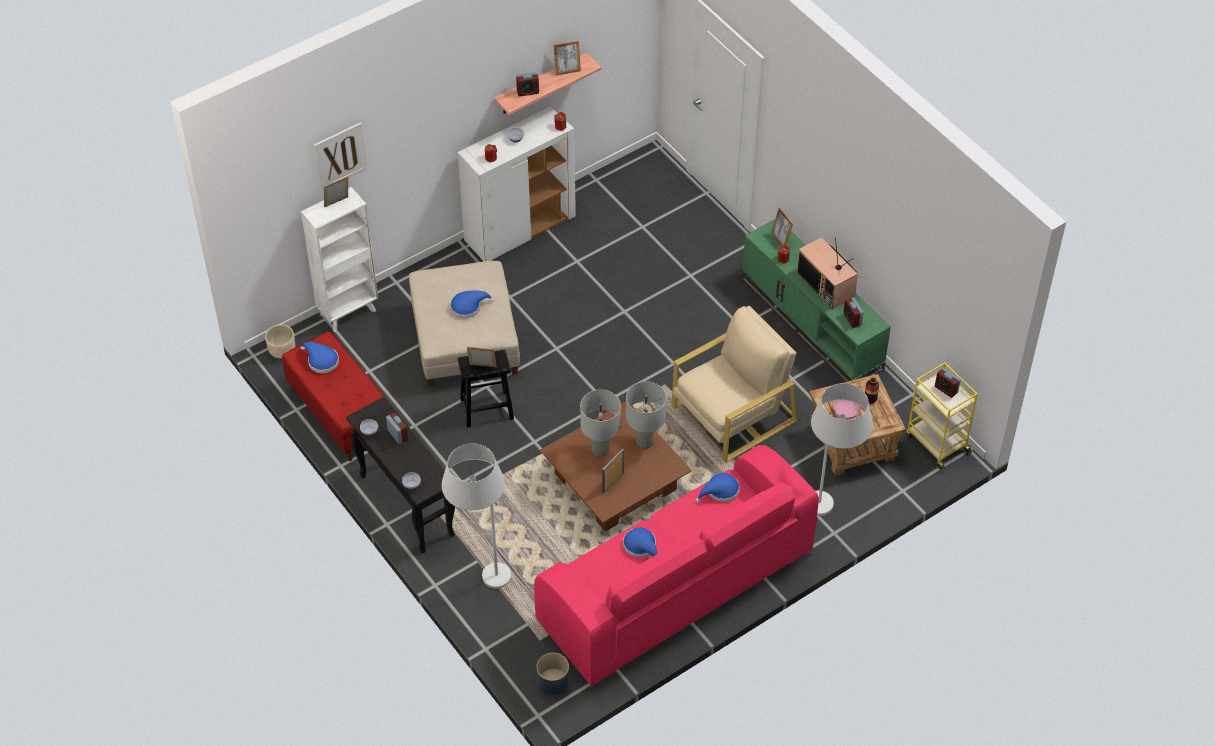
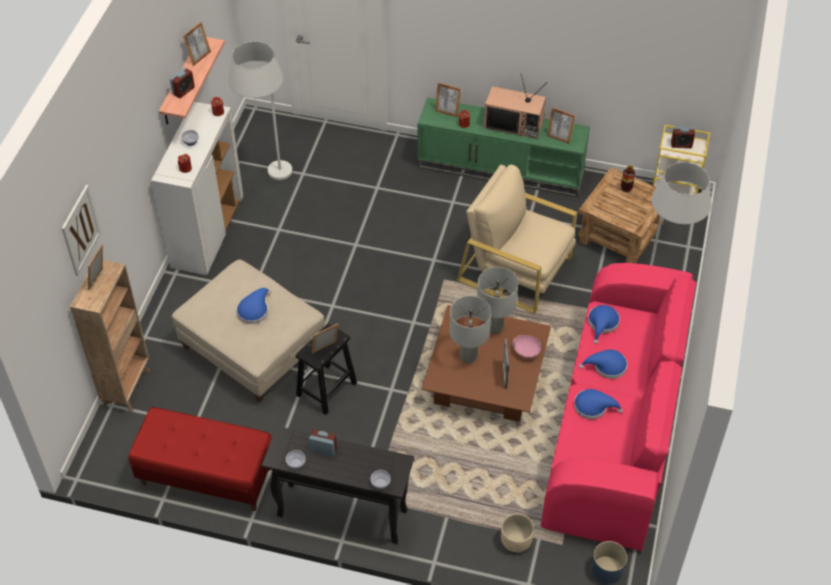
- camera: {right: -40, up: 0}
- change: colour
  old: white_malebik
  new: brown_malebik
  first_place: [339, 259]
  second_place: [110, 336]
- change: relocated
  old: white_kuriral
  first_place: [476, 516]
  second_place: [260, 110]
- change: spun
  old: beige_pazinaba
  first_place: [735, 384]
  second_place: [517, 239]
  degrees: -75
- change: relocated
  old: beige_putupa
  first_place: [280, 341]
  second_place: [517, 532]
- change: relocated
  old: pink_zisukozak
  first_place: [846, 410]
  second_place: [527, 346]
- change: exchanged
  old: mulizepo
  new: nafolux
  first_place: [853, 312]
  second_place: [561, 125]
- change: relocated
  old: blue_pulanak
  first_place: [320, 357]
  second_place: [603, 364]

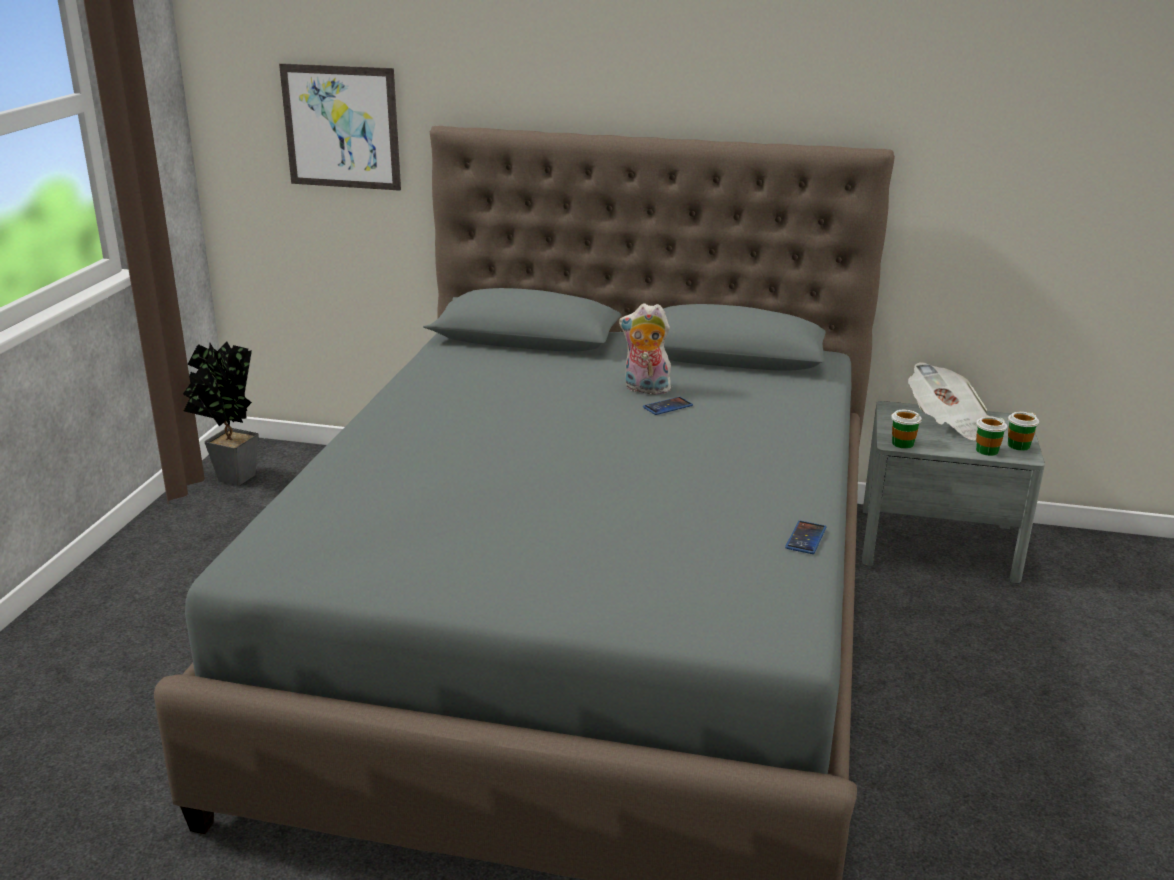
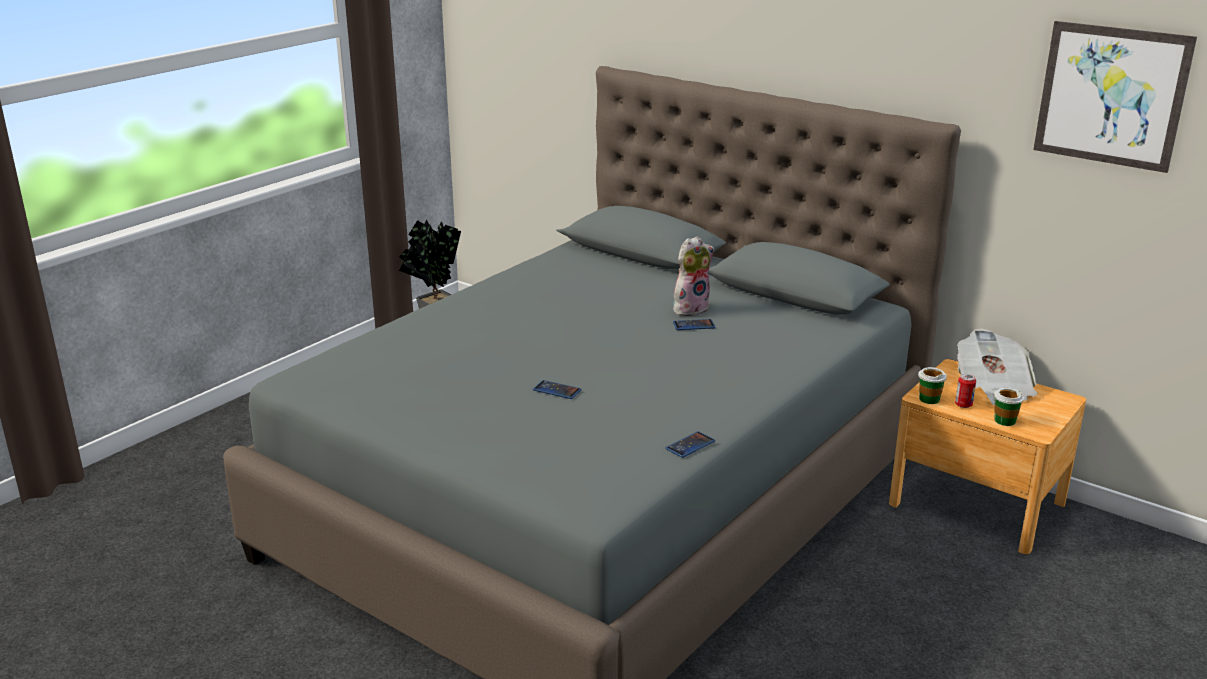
- camera: {right: 25, up: 0}
- change: appeared
  new: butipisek
  second_place: [557, 389]
- change: spun
  old: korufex
  first_place: [646, 349]
  second_place: [693, 276]
  degrees: 105
- change: colour
  old: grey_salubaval
  new: brown_salubaval
  first_place: [953, 492]
  second_place: [987, 456]
- change: appeared
  new: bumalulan
  second_place: [965, 391]
- change: relocated
  old: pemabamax
  first_place: [340, 127]
  second_place: [1115, 97]
- change: missing
  old: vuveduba
  first_place: [1023, 431]

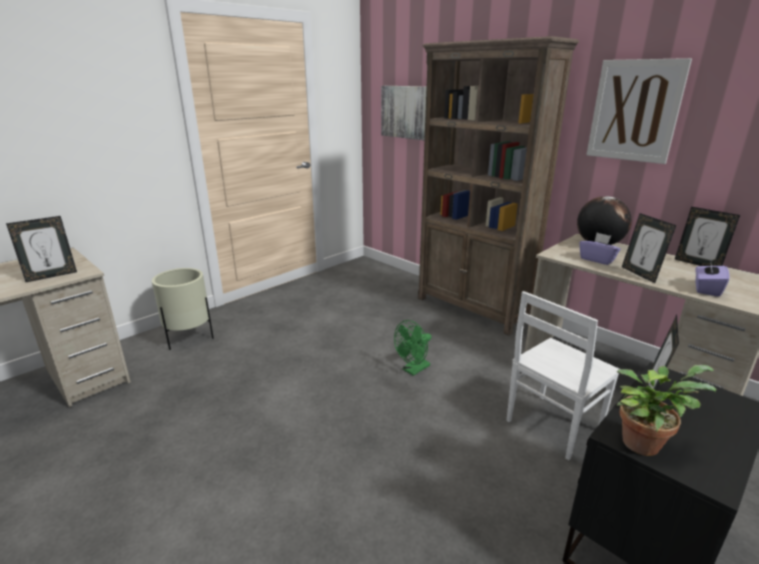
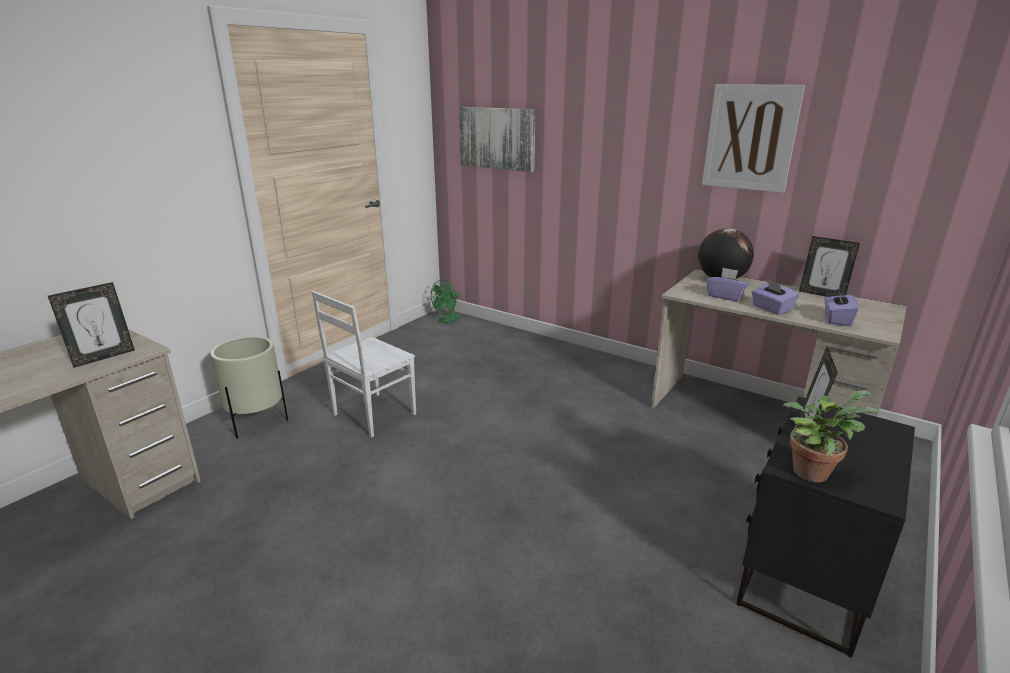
- camera: {right: -10, up: 0}
- change: relocated
  old: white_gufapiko
  first_place: [563, 375]
  second_place: [364, 364]
- change: relocated
  old: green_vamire
  first_place: [413, 348]
  second_place: [445, 302]
- change: exchanged
  old: nafolux
  new: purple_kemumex
  first_place: [649, 248]
  second_place: [775, 297]
- change: missing
  old: brown_malebik
  first_place: [498, 186]

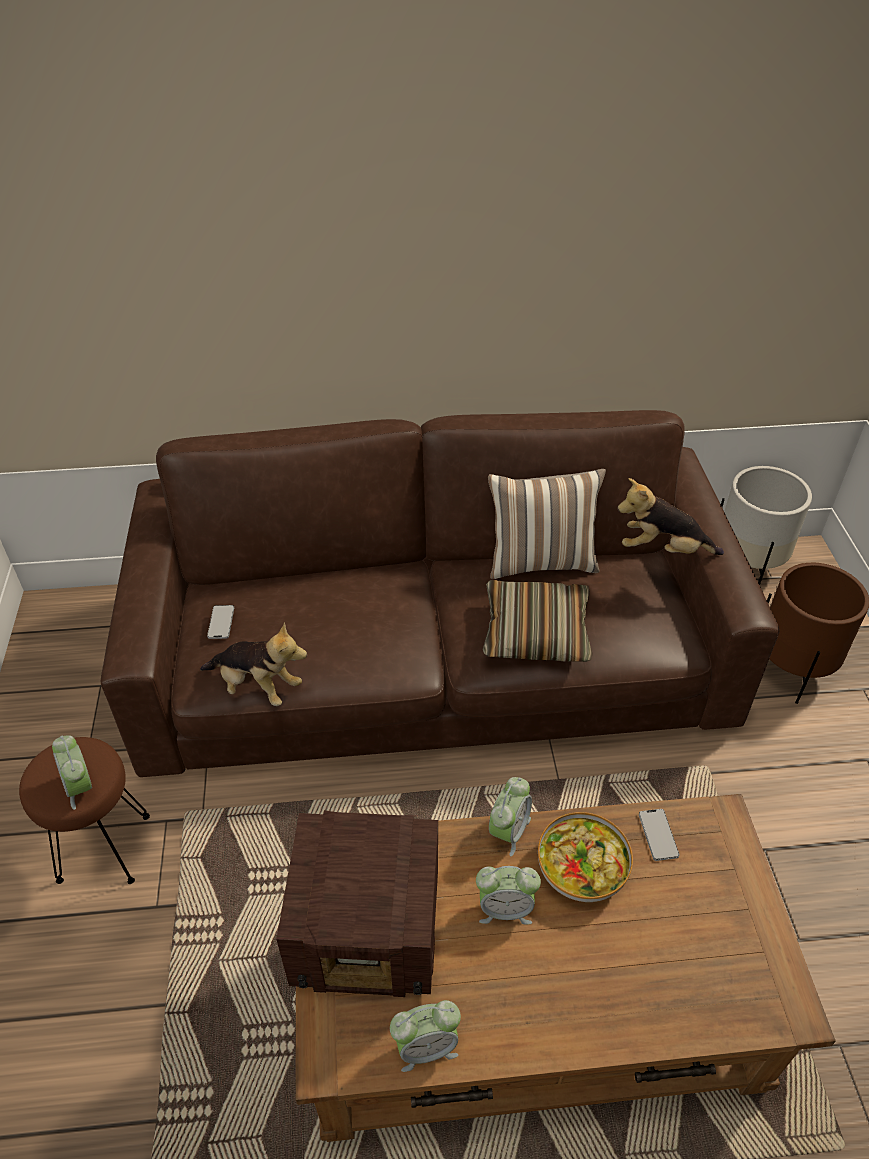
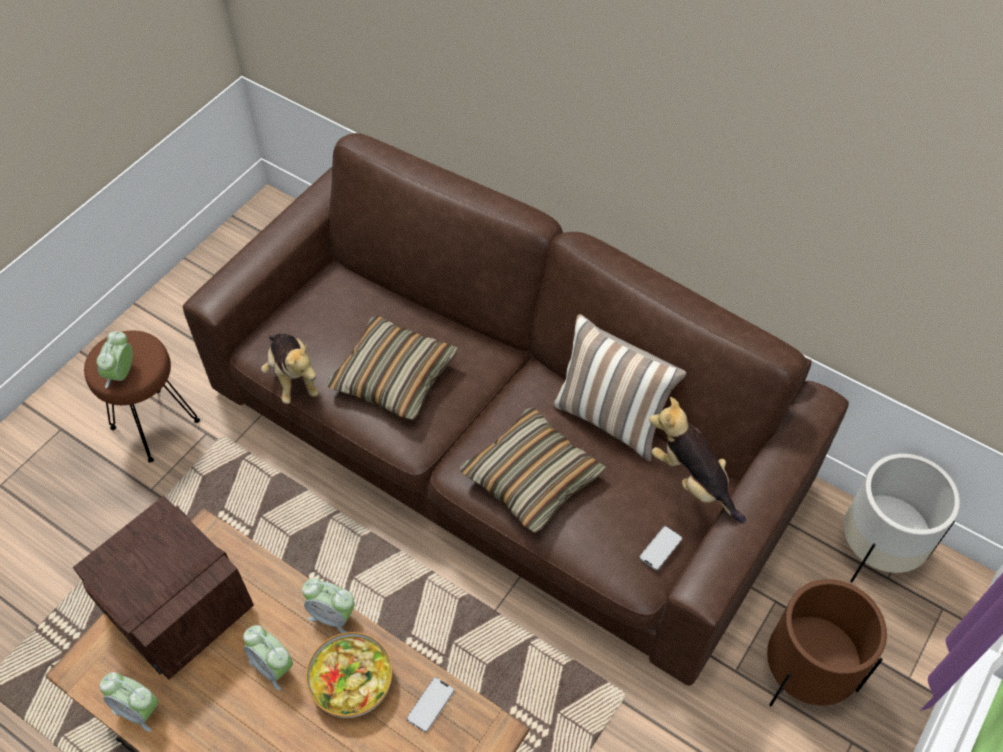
- camera: {right: 40, up: 10}
- change: spun
  old: mulizepo
  first_place: [510, 816]
  second_place: [328, 605]
  degrees: 45
- change: appeared
  new: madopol
  second_place: [392, 367]
- change: relocated
  old: butipisek
  first_place: [220, 622]
  second_place: [660, 548]

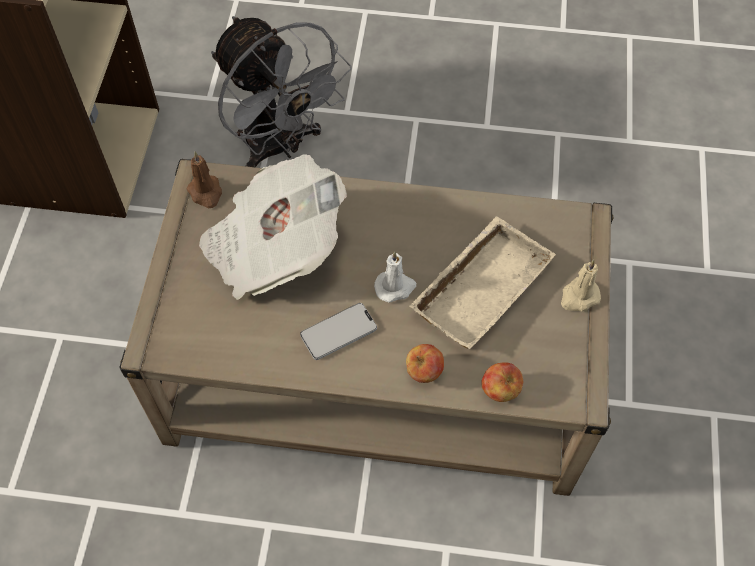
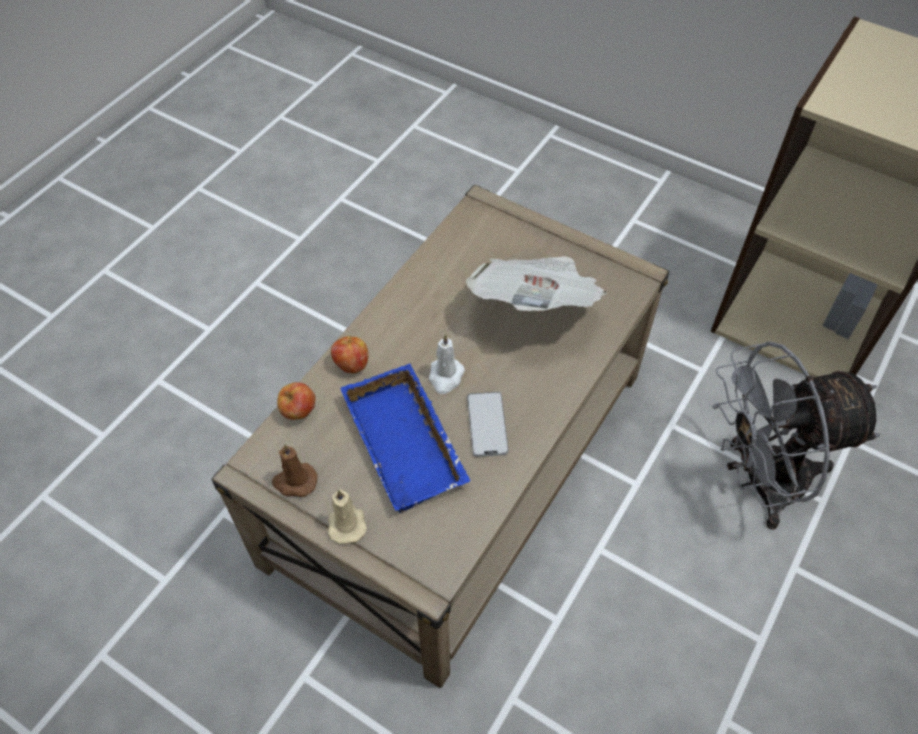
- camera: {right: 115, up: -5}
- change: relocated
  old: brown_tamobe
  first_place: [204, 180]
  second_place: [294, 470]
- change: colour
  old: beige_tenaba
  new: blue_tenaba
  first_place: [482, 282]
  second_place: [405, 438]
- change: relocated
  old: butipisek
  first_place: [338, 331]
  second_place: [488, 424]

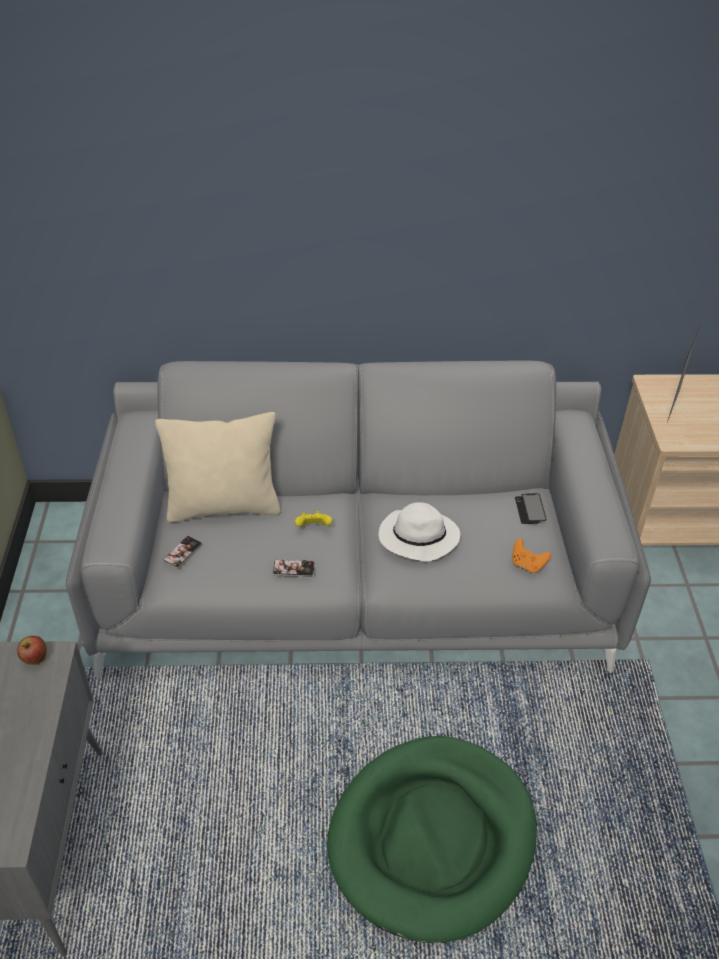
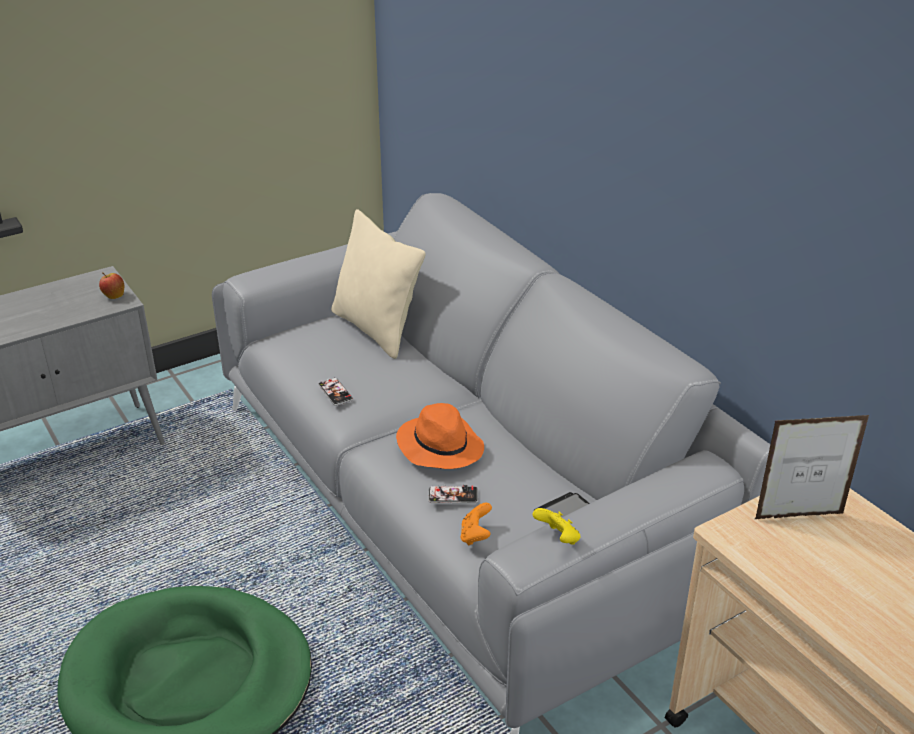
- camera: {right: 60, up: -10}
- change: colour
  old: white_pulanak
  new: orange_pulanak
  first_place: [419, 531]
  second_place: [440, 436]
- change: relocated
  old: butipisek
  first_place: [182, 552]
  second_place: [453, 494]
- change: relocated
  old: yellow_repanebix
  first_place: [313, 519]
  second_place: [556, 526]

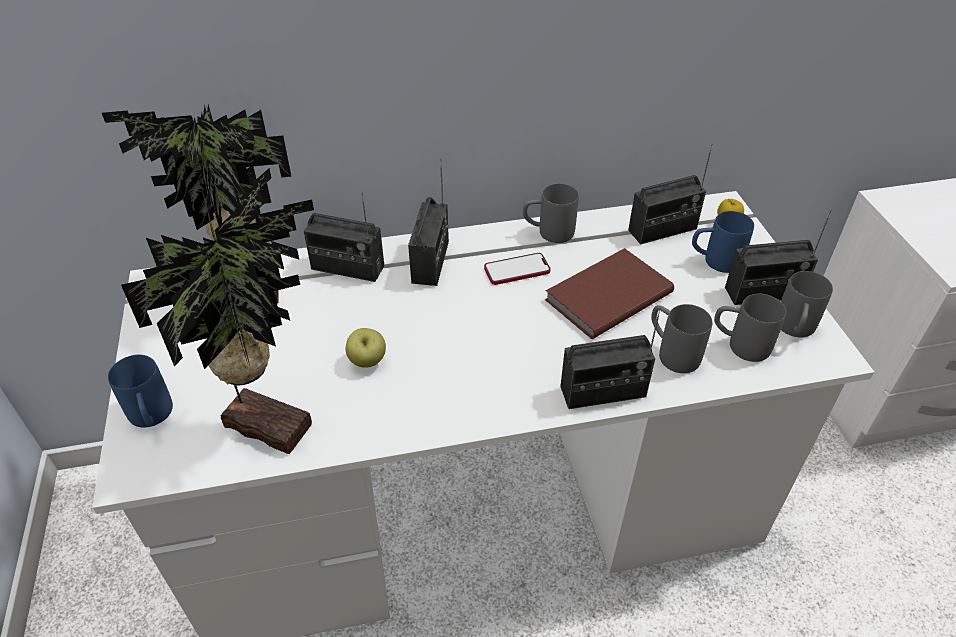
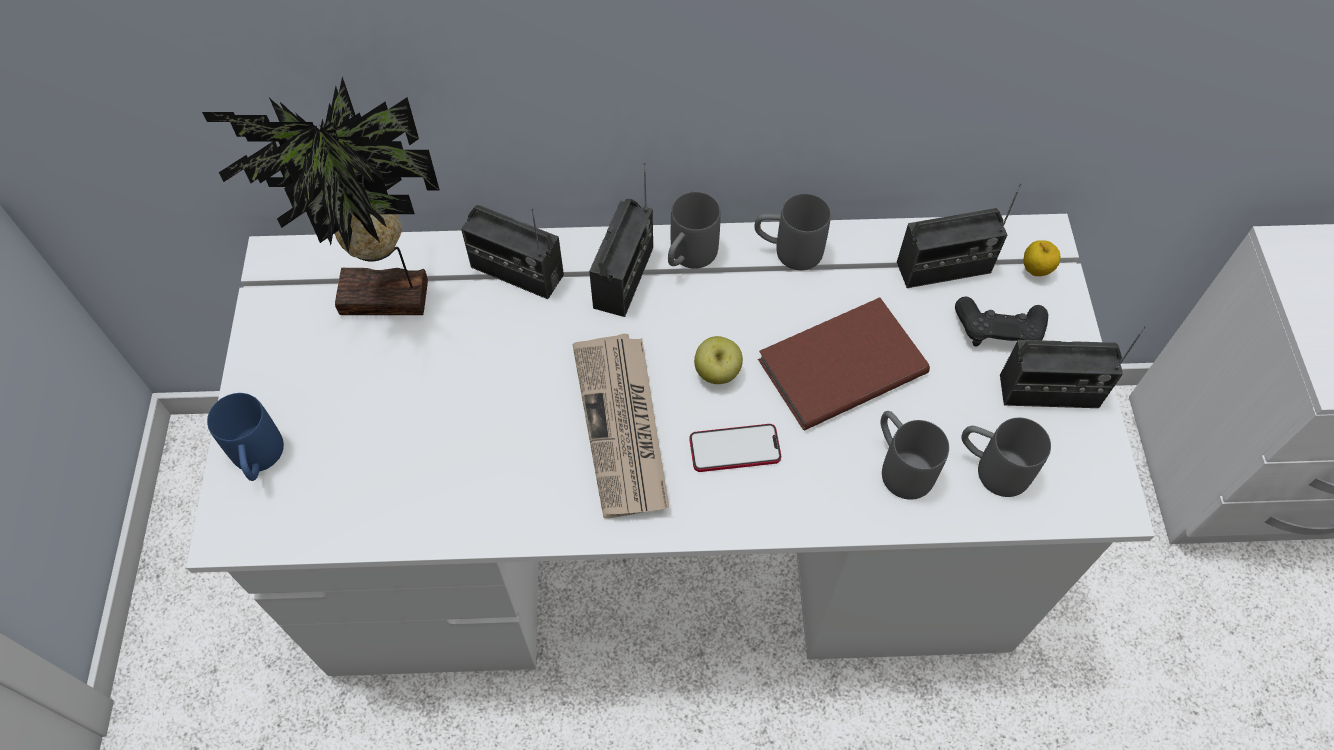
- camera: {right: 10, up: 15}
- change: appeared
  new: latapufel
  second_place: [620, 426]
- change: relocated
  old: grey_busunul
  first_place: [807, 304]
  second_place: [694, 230]
- change: relocated
  old: butipisek
  first_place: [517, 269]
  second_place: [735, 448]
- change: relocated
  old: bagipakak
  first_place: [366, 348]
  second_place: [718, 360]
- change: exchanged
  old: blue_busunul
  new: black_repanebix
  first_place: [723, 242]
  second_place: [1001, 321]
- change: missing
  old: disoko
  first_place: [217, 310]
- change: missing
  old: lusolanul
  first_place: [610, 358]

